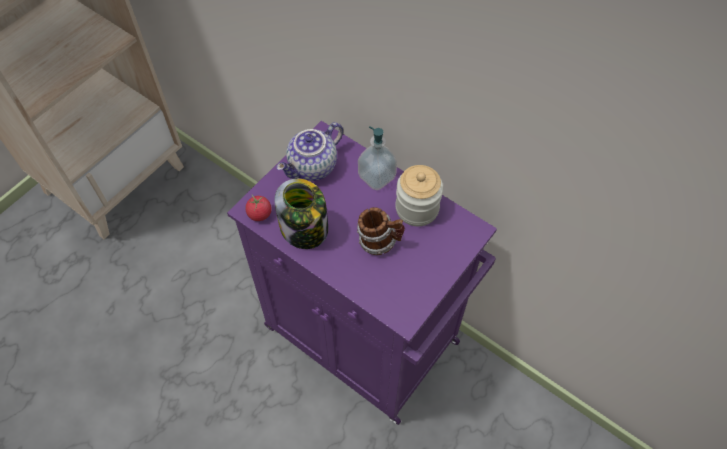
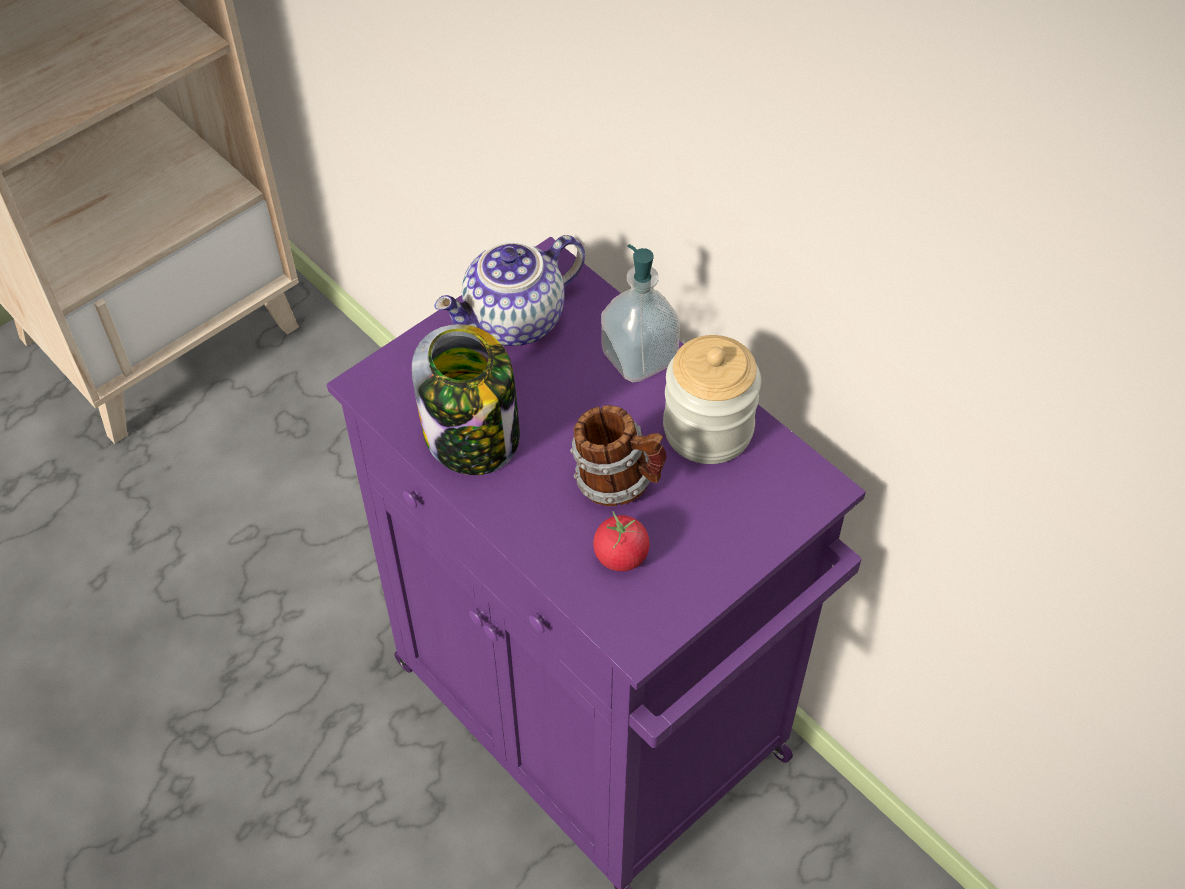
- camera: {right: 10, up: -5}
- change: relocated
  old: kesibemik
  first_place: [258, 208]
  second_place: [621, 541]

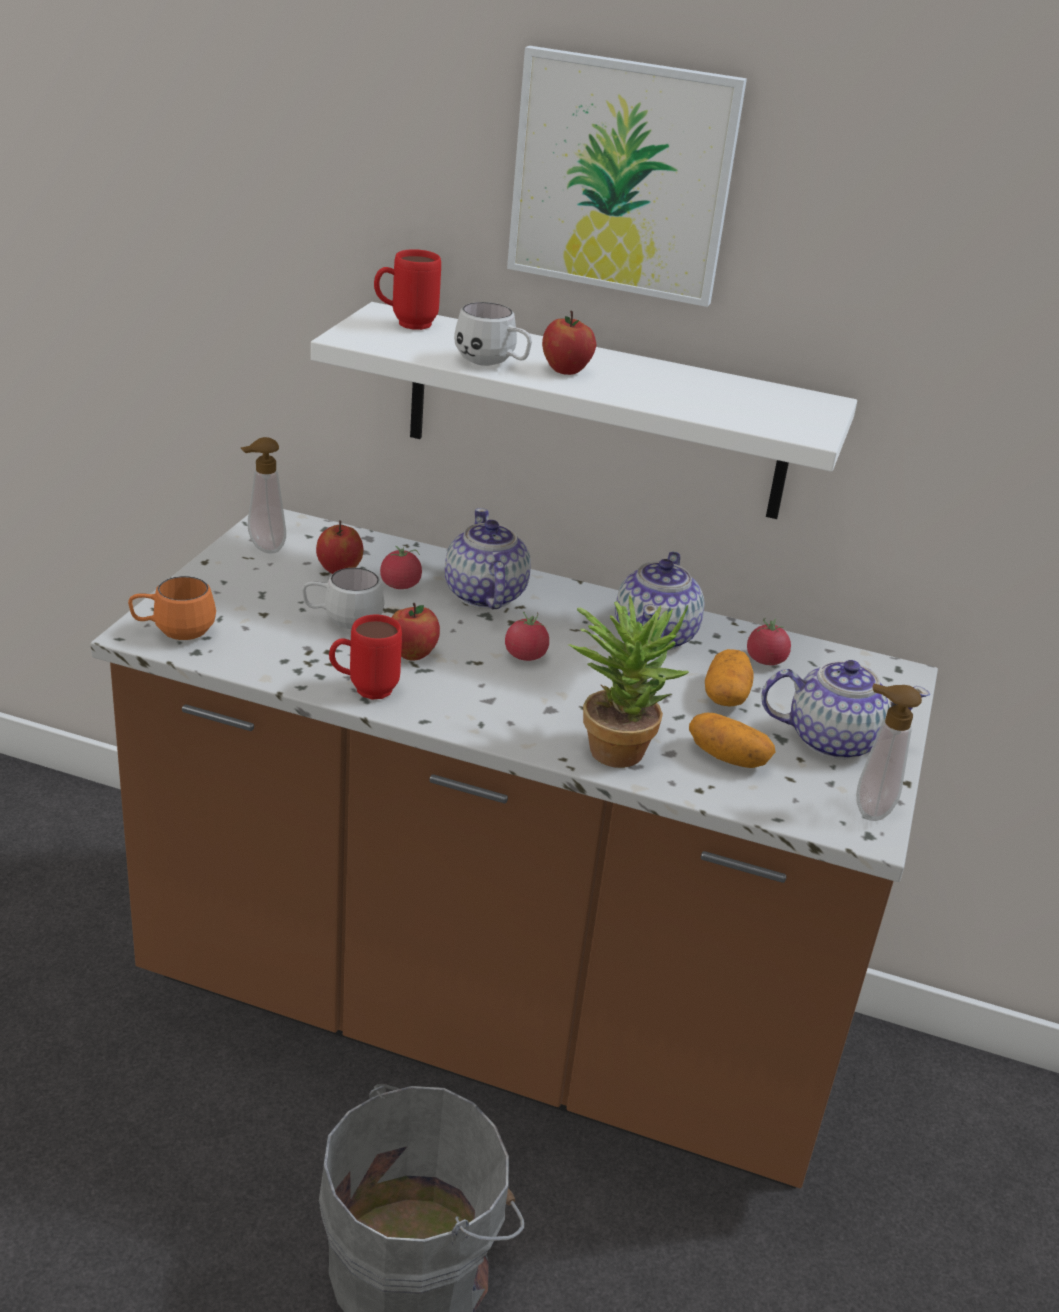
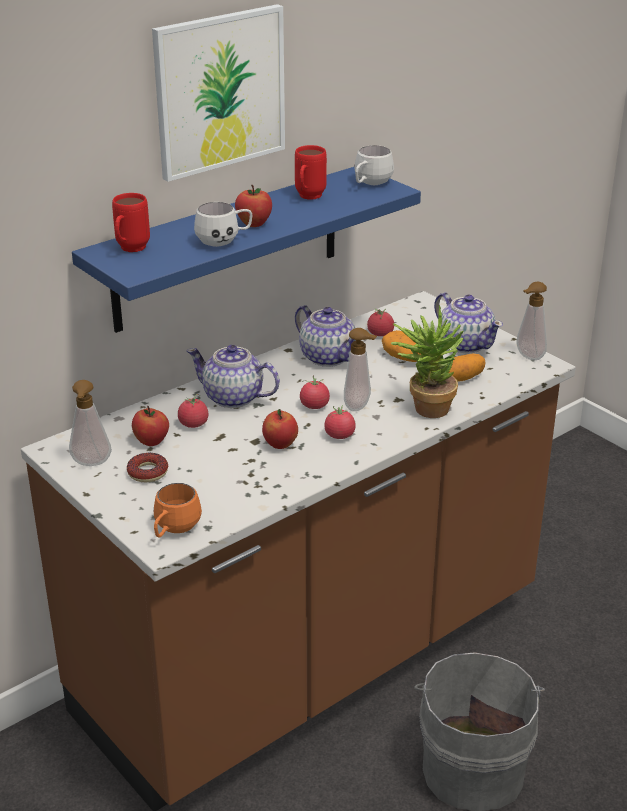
- camera: {right: -55, up: 0}
- change: colour
  old: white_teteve
  new: blue_teteve
  first_place: [584, 410]
  second_place: [246, 250]
- change: appeared
  new: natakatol
  second_place: [147, 467]
- change: relocated
  old: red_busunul
  first_place: [365, 657]
  second_place: [311, 172]
- change: appeared
  new: kesibemik
  second_place: [340, 422]
- change: appeared
  new: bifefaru
  second_place: [360, 369]
- change: relocated
  old: white_busunul
  first_place: [343, 598]
  second_place: [374, 165]
- change: spun
  old: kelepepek
  first_place: [845, 710]
  second_place: [468, 323]
  degrees: 105

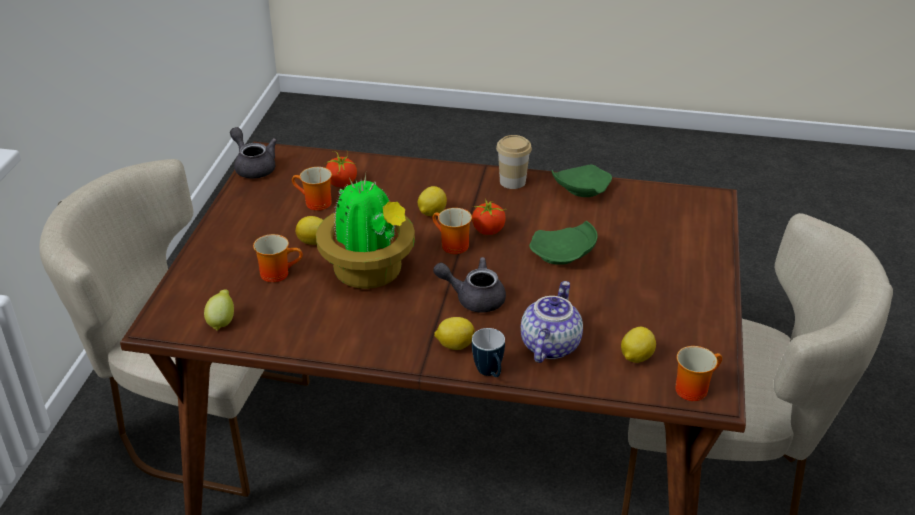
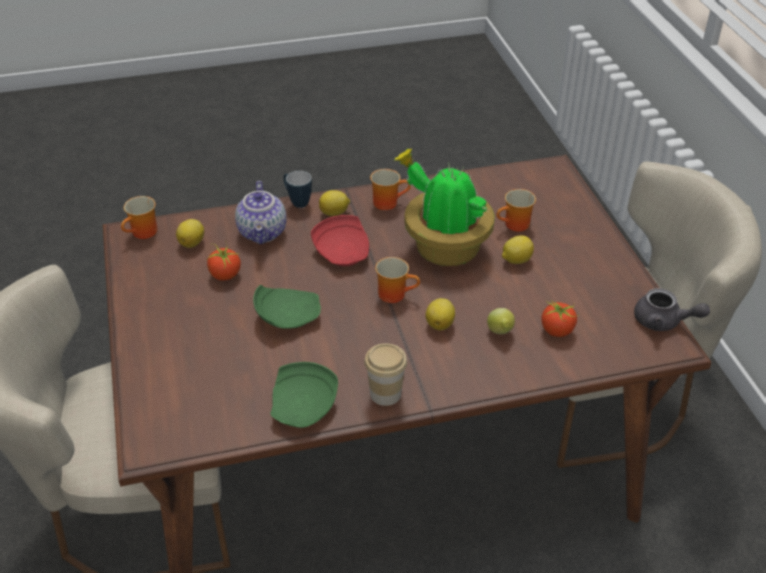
- camera: {right: 155, up: 5}
- change: relocated
  old: kesibemik
  first_place: [489, 216]
  second_place: [224, 261]
- change: exchanged
  old: grey_kelepepek
  new: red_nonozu
  first_place: [469, 285]
  second_place: [340, 240]
- change: relocated
  old: busunul
  first_place: [312, 189]
  second_place: [390, 189]
- change: relocated
  old: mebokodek
  first_place: [219, 310]
  second_place: [501, 321]

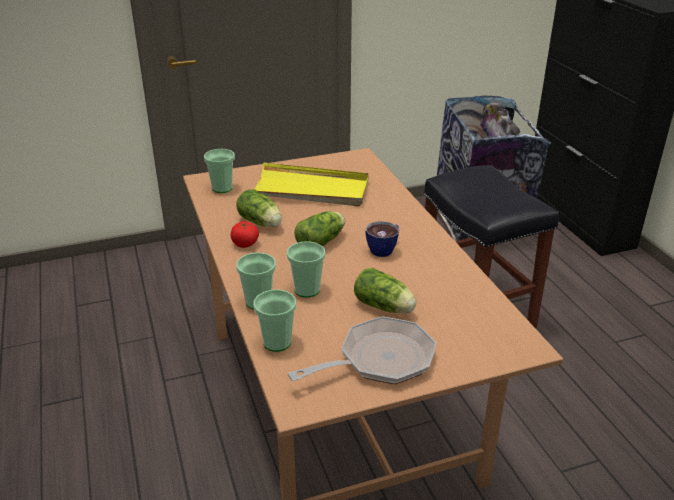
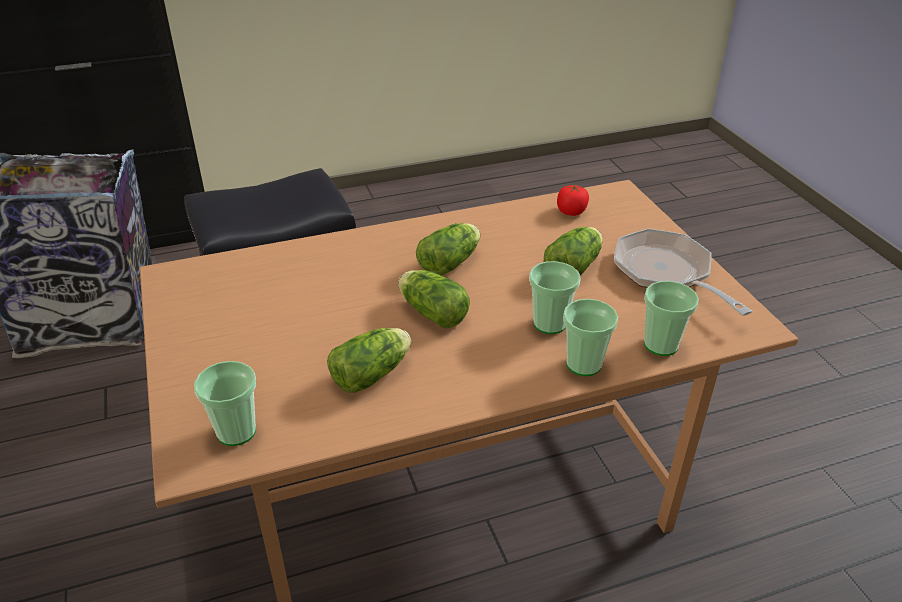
- camera: {right: -90, up: 5}
- change: exchanged
  old: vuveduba
  new: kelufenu
  first_place: [382, 239]
  second_place: [448, 249]
- change: relocated
  old: kesibemik
  first_place: [244, 234]
  second_place: [573, 200]
- change: missing
  old: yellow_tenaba
  first_place: [312, 185]

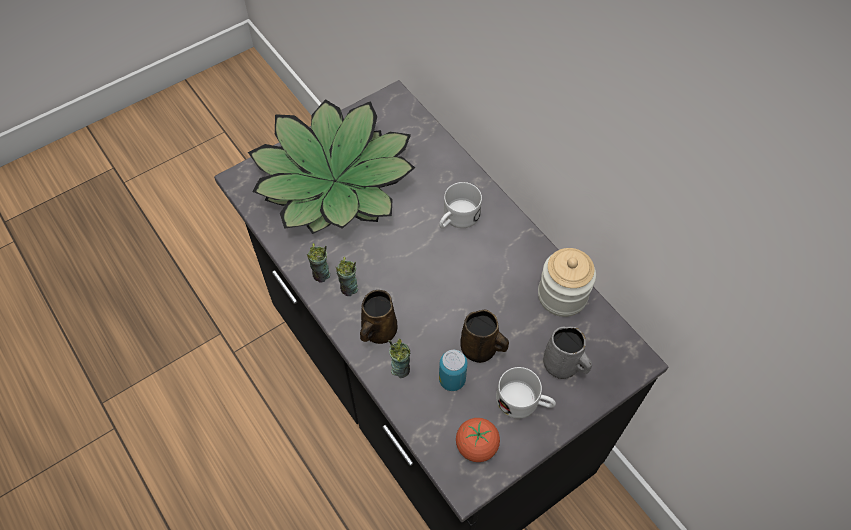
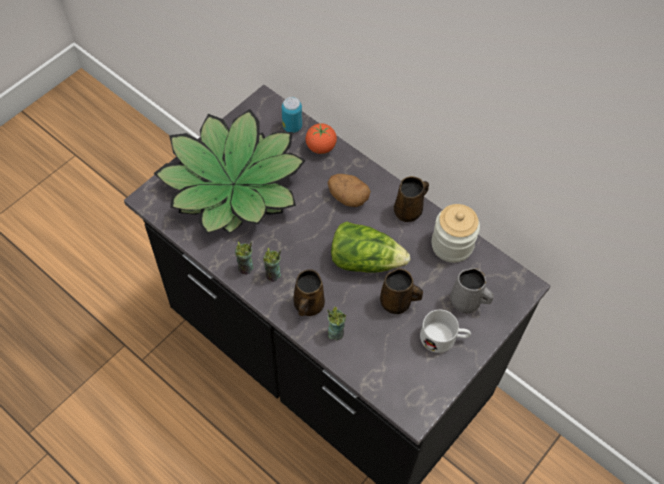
- camera: {right: -15, up: 0}
- change: relocated
  old: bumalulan
  first_place: [453, 370]
  second_place: [292, 115]
- change: relocated
  old: kesibemik
  first_place: [478, 440]
  second_place: [321, 138]
- change: exchanged
  old: white_busunul
  new: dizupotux
  first_place: [460, 205]
  second_place: [349, 190]
- change: appeared
  new: kelufenu
  second_place: [370, 247]
- change: appeared
  new: brown_busunul
  second_place: [411, 199]

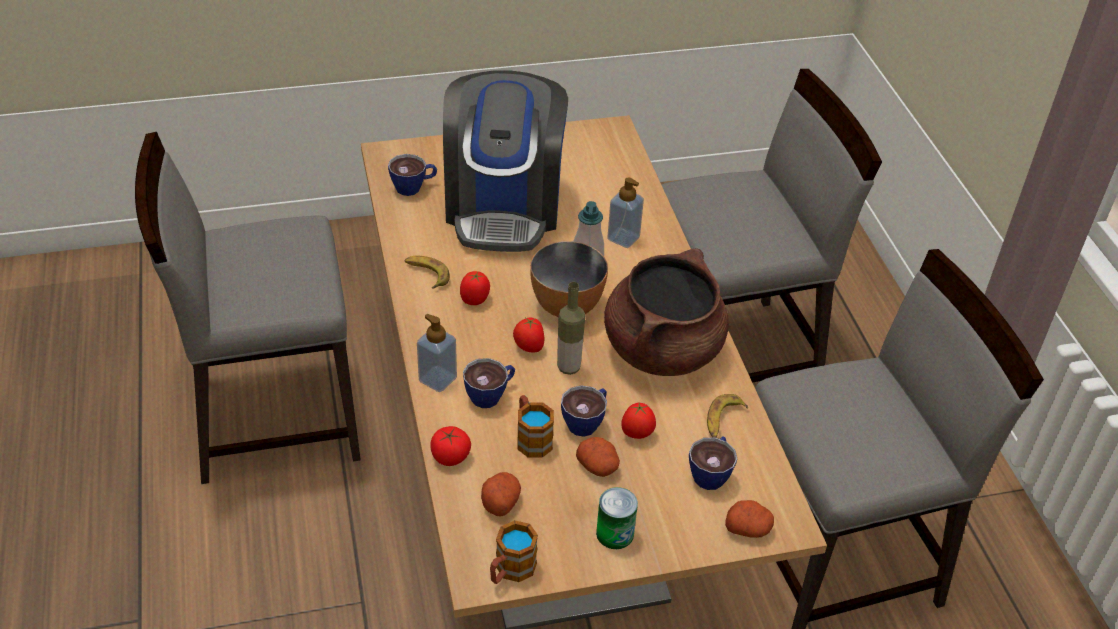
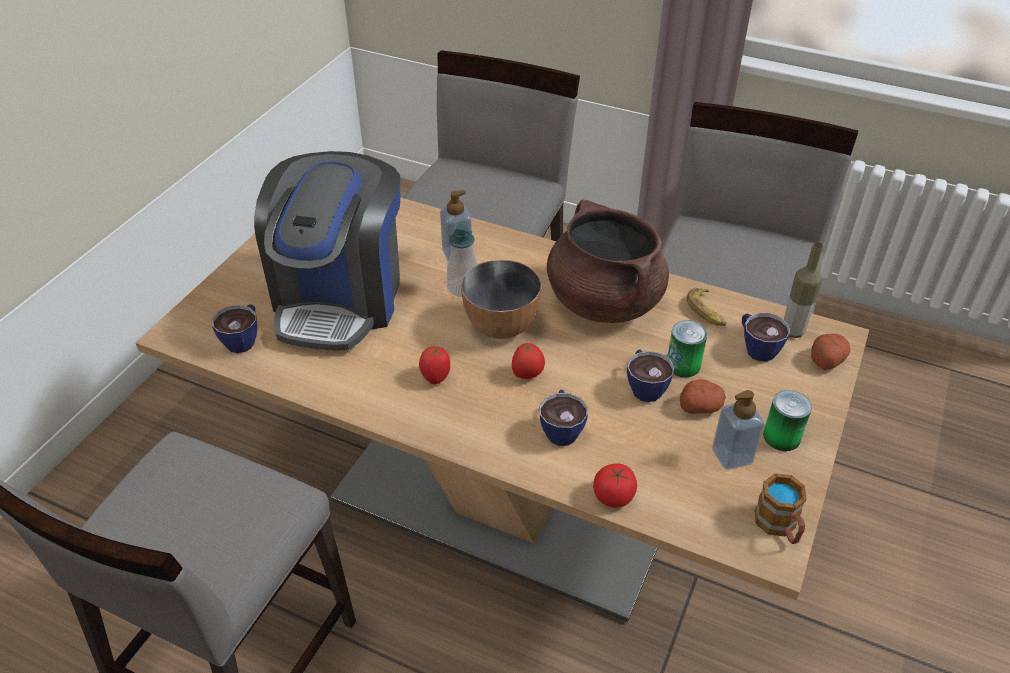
- camera: {right: -50, up: 0}
- change: spun
  old: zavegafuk
  first_place: [505, 161]
  second_place: [327, 251]
  degrees: 60
- change: exchanged
  old: kesibemik
  new: bumalulan
  first_place: [638, 421]
  second_place: [687, 348]
- change: relocated
  old: bifefaru
  first_place: [437, 353]
  second_place: [738, 430]
- change: relocated
  old: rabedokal
  first_place: [571, 328]
  second_place: [803, 290]
- change: missing
  old: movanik
  first_place: [427, 272]
- change: missing
  old: dizupotux
  first_place: [501, 494]
- change: missing
  old: busunul
  first_place: [535, 426]

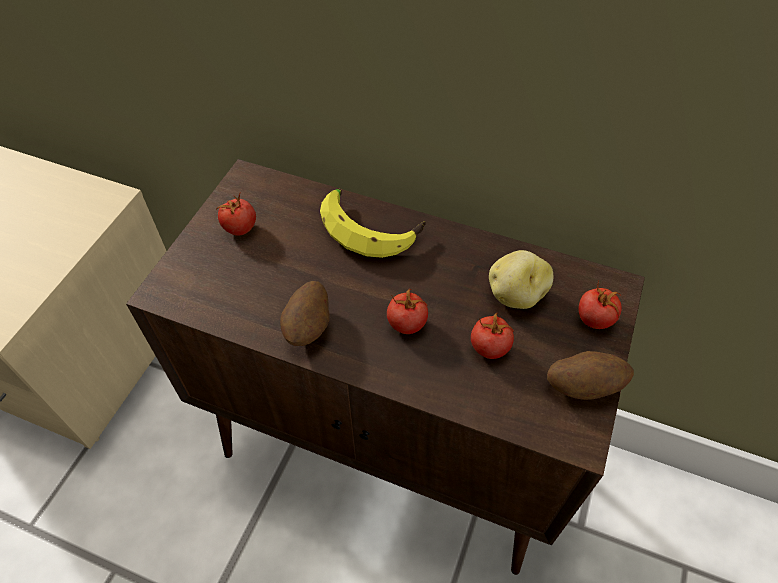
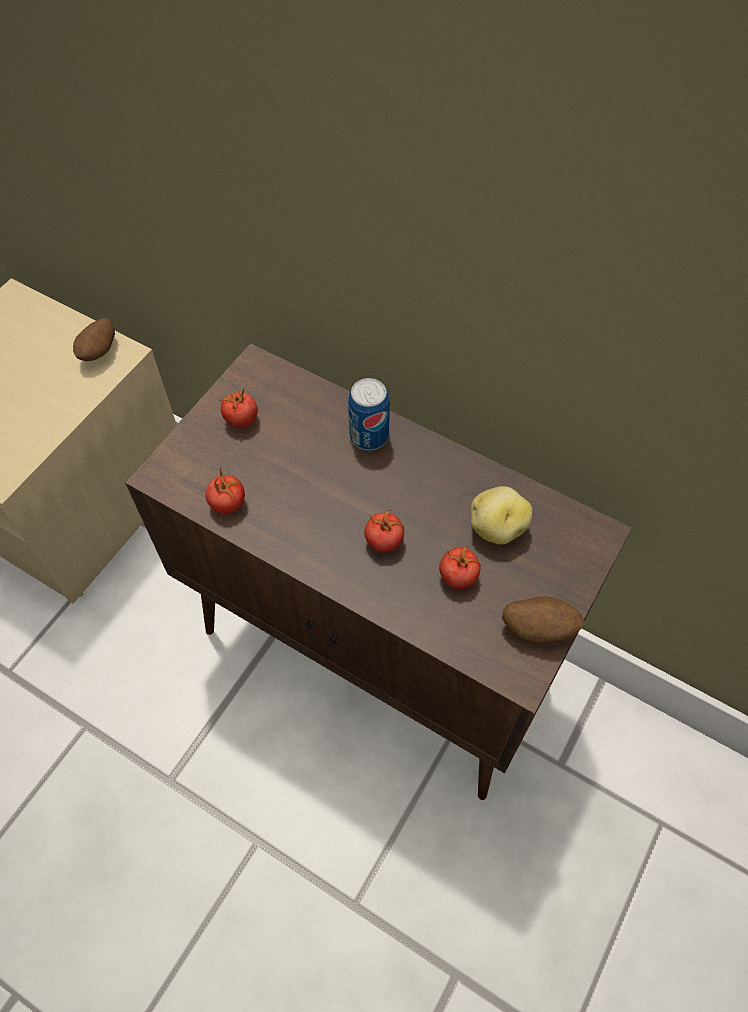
- camera: {right: 10, up: 5}
- change: relocated
  old: dizupotux
  first_place: [305, 313]
  second_place: [94, 339]
- change: relocated
  old: kesibemik
  first_place: [600, 304]
  second_place: [225, 491]
- change: exchanged
  old: movanik
  new: bumalulan
  first_place: [373, 223]
  second_place: [369, 414]

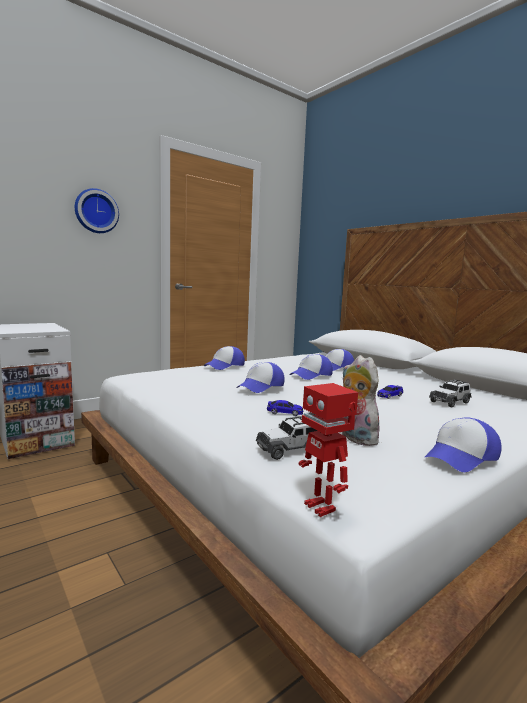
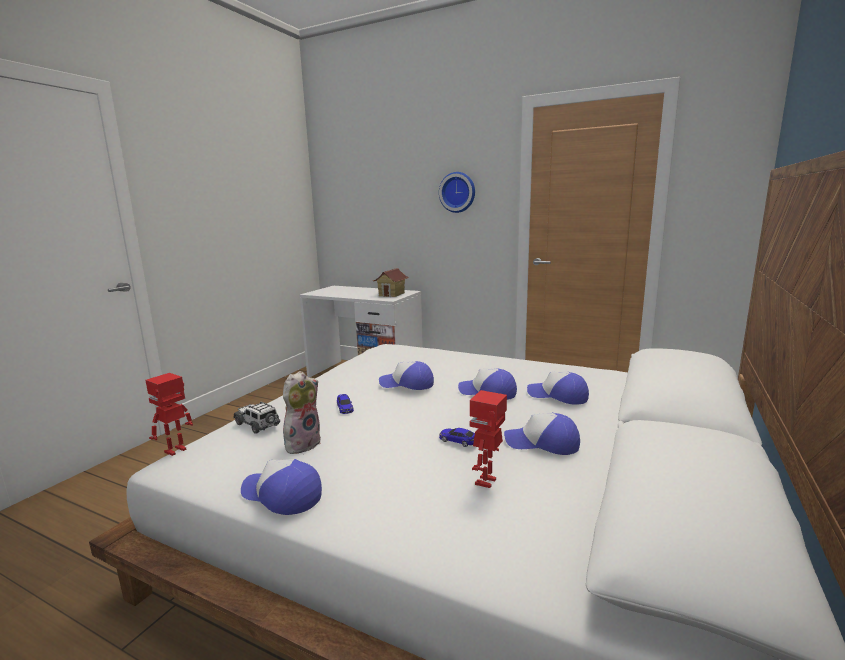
- camera: {right: 65, up: 5}
- change: appeared
  new: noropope
  second_place: [391, 282]
- change: exchanged
  old: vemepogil
  new: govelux
  first_place: [450, 393]
  second_place: [488, 439]
- change: relocated
  old: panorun
  first_place: [224, 358]
  second_place: [542, 433]

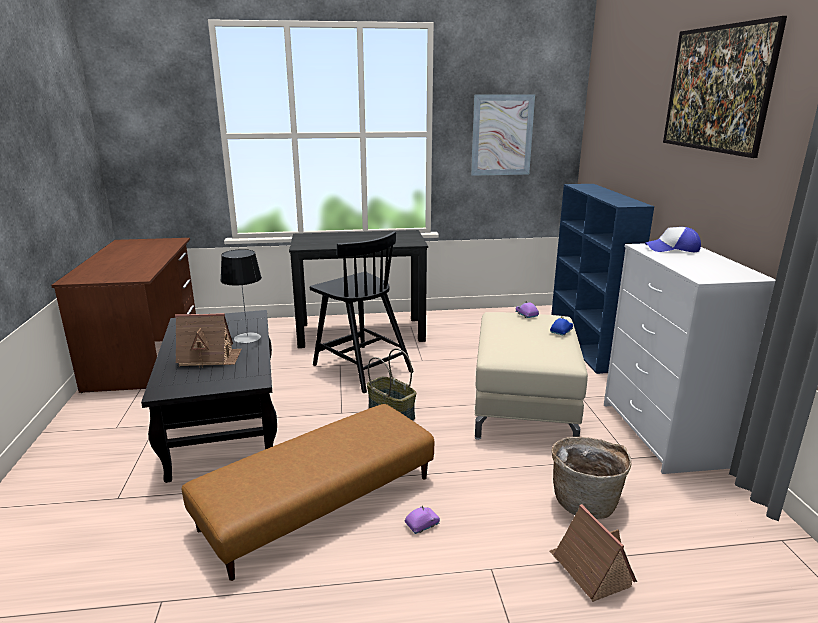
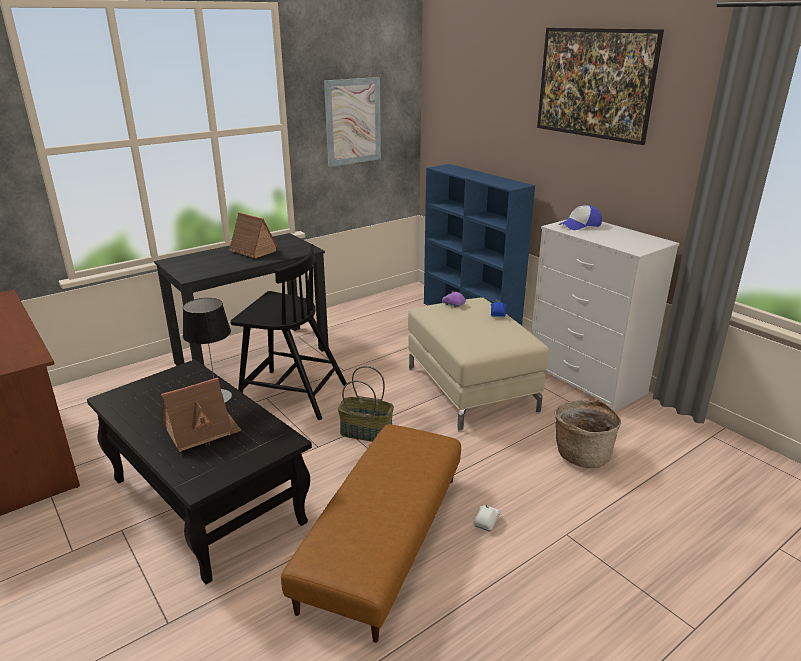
- camera: {right: -30, up: 5}
- change: relocated
  old: noropope
  first_place: [593, 553]
  second_place: [253, 235]
- change: colour
  old: purple_vemepogil
  new: white_vemepogil
  first_place: [422, 520]
  second_place: [486, 518]

